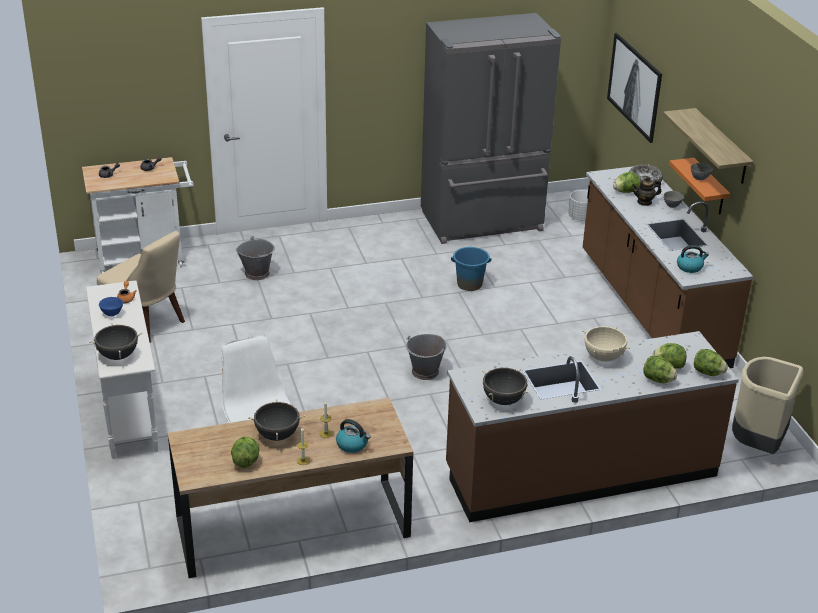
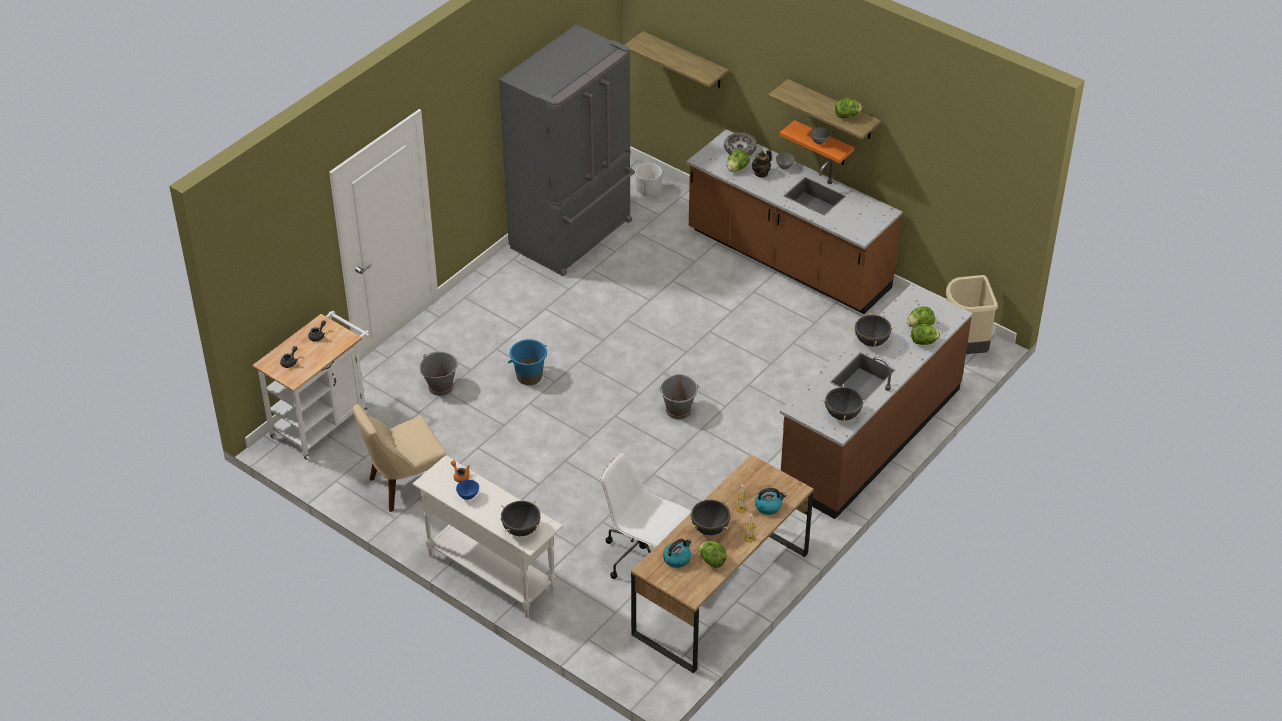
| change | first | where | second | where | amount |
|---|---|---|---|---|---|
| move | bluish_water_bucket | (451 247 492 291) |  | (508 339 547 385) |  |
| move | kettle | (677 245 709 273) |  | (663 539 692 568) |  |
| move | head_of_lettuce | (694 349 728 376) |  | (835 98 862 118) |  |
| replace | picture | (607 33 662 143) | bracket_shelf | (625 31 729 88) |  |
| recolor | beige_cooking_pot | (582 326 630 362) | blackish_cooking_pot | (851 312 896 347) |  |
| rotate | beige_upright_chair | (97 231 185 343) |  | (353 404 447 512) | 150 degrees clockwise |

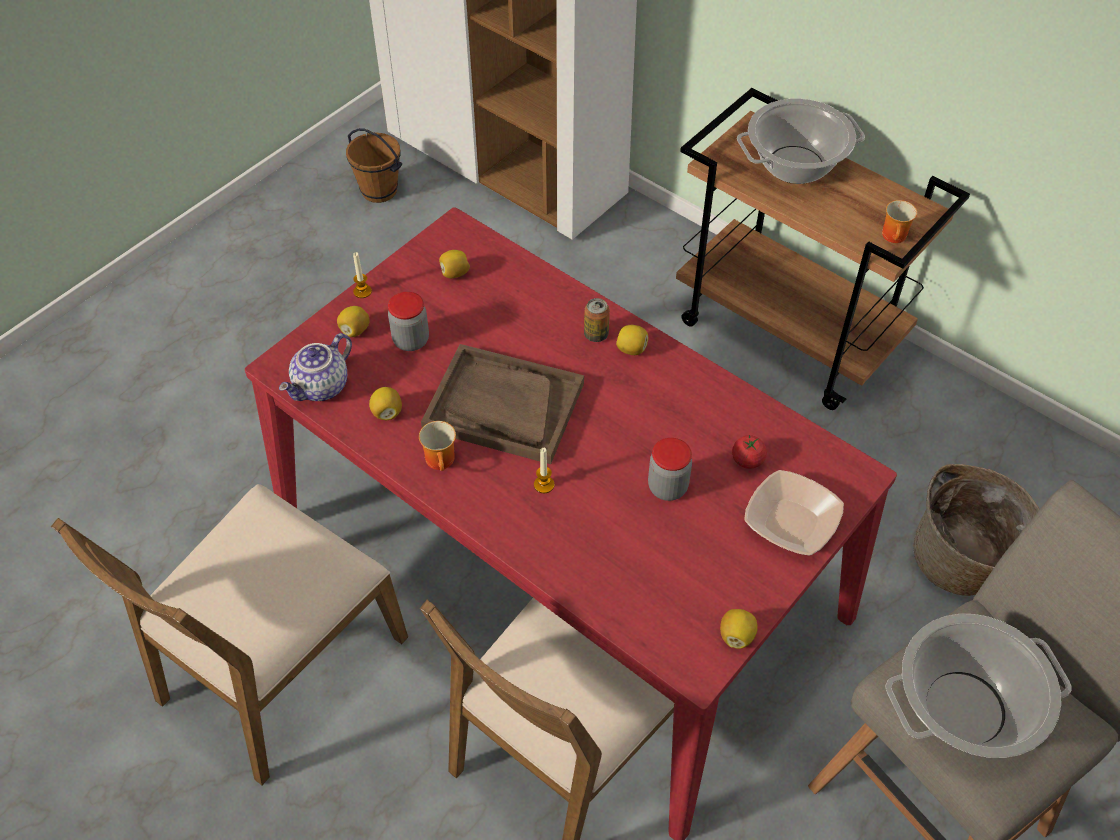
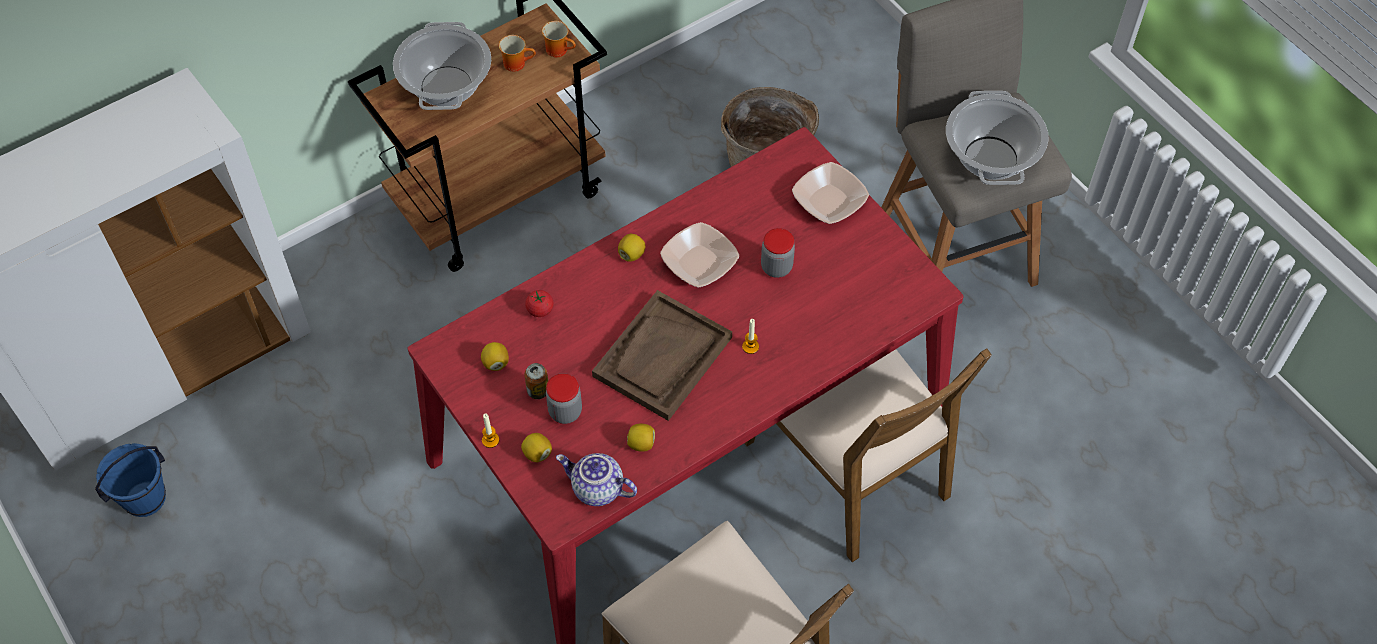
| change | first | where | second | where | amount |
|---|---|---|---|---|---|
| delete | lemon | (720 609 758 649) |  |  |  |
| insert |  |  | deep_dish | (660 222 739 288) |  |
| move | mug | (419 421 456 471) |  | (499 35 536 72) |  |
| move | sealed_can | (584 298 610 342) |  | (525 363 548 399) |  |
| move | tomato | (732 434 767 469) |  | (525 290 554 317) |  |
| recolor | brownish_water_bucket | (346 128 402 203) | bluish_water_bucket | (95 443 166 517) |  |
| rotate | teapot | (279 333 352 401) |  | (556 453 637 506) | 150 degrees clockwise |

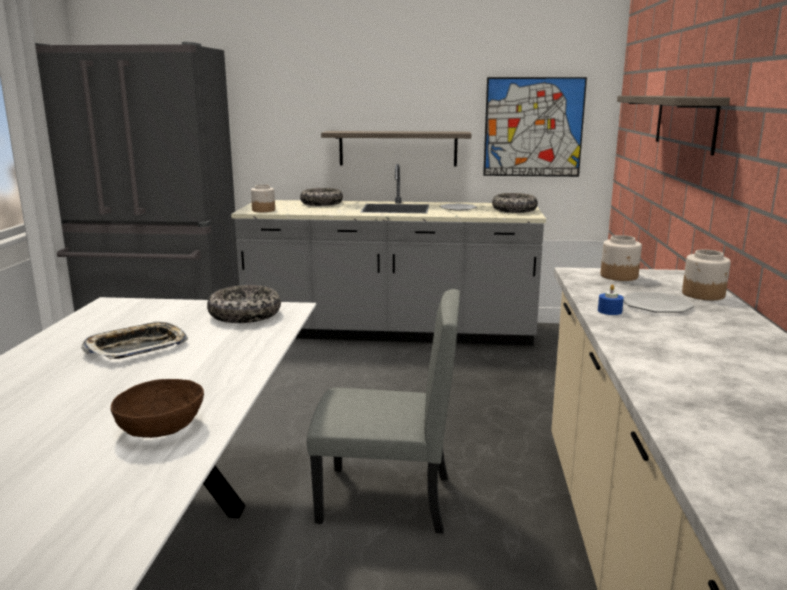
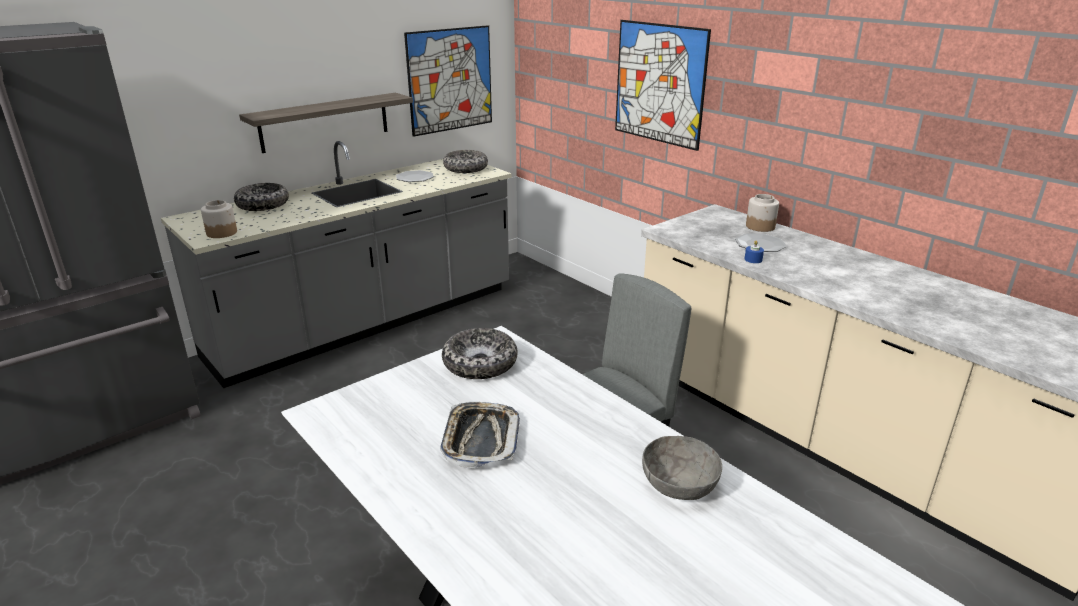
| change | first | where | second | where | amount |
|---|---|---|---|---|---|
| delete | jar | (601 235 642 281) |  |  |  |
| replace | bracket_shelf | (617 96 730 156) | picture | (615 20 711 151) |  |
| recolor | brownish_deep_dish | (111 379 204 438) | gray_deep_dish | (642 436 722 500) |  |

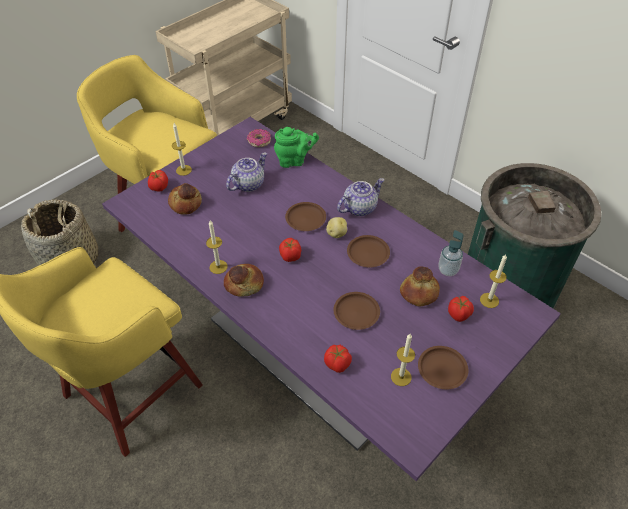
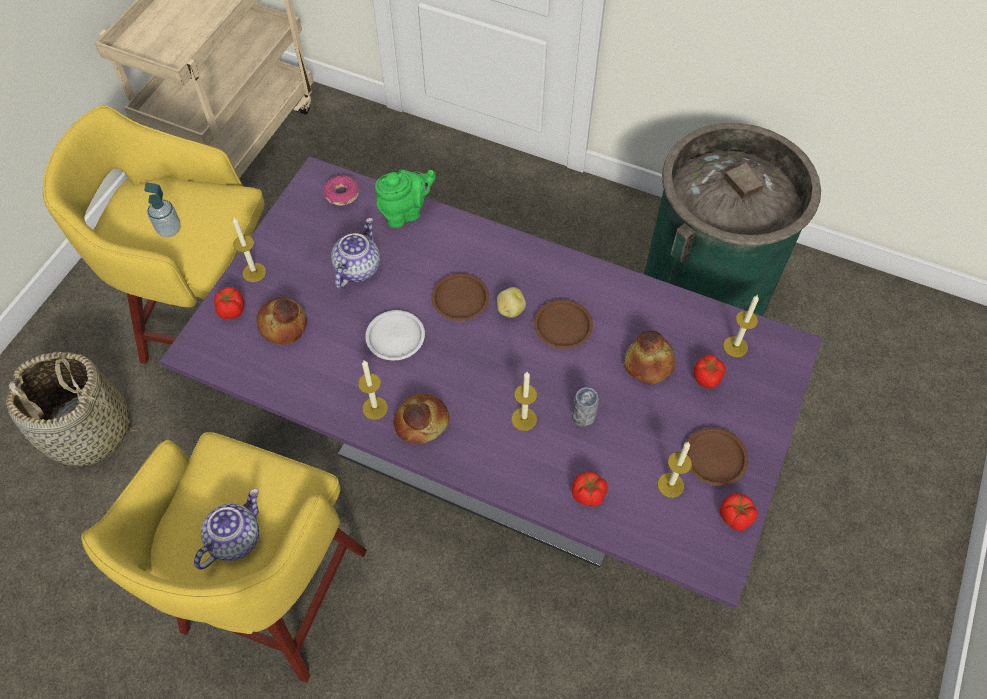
| change | first | where | second | where | amount |
|---|---|---|---|---|---|
| insert |  |  | white_plate | (365 310 425 360) |  |
| insert |  |  | wax_light | (511 372 537 431) |  |
| move | tomato | (279 238 301 262) |  | (720 493 758 531) |  |
| move | teapot | (337 178 384 216) |  | (194 488 259 570) |  |
| move | soap_dispenser | (438 230 464 276) |  | (144 182 181 237) |  |
| replace | brownish_plate | (333 292 380 330) | sealed_can | (572 387 599 427) |  |

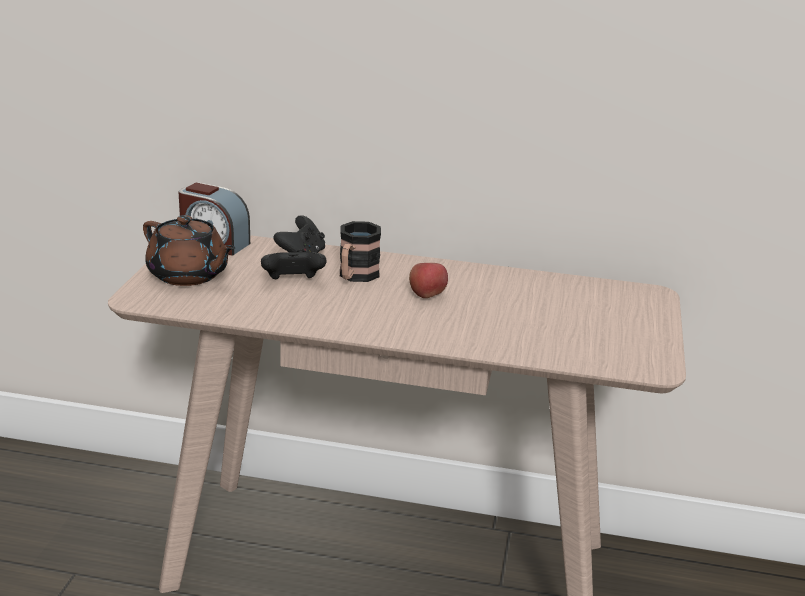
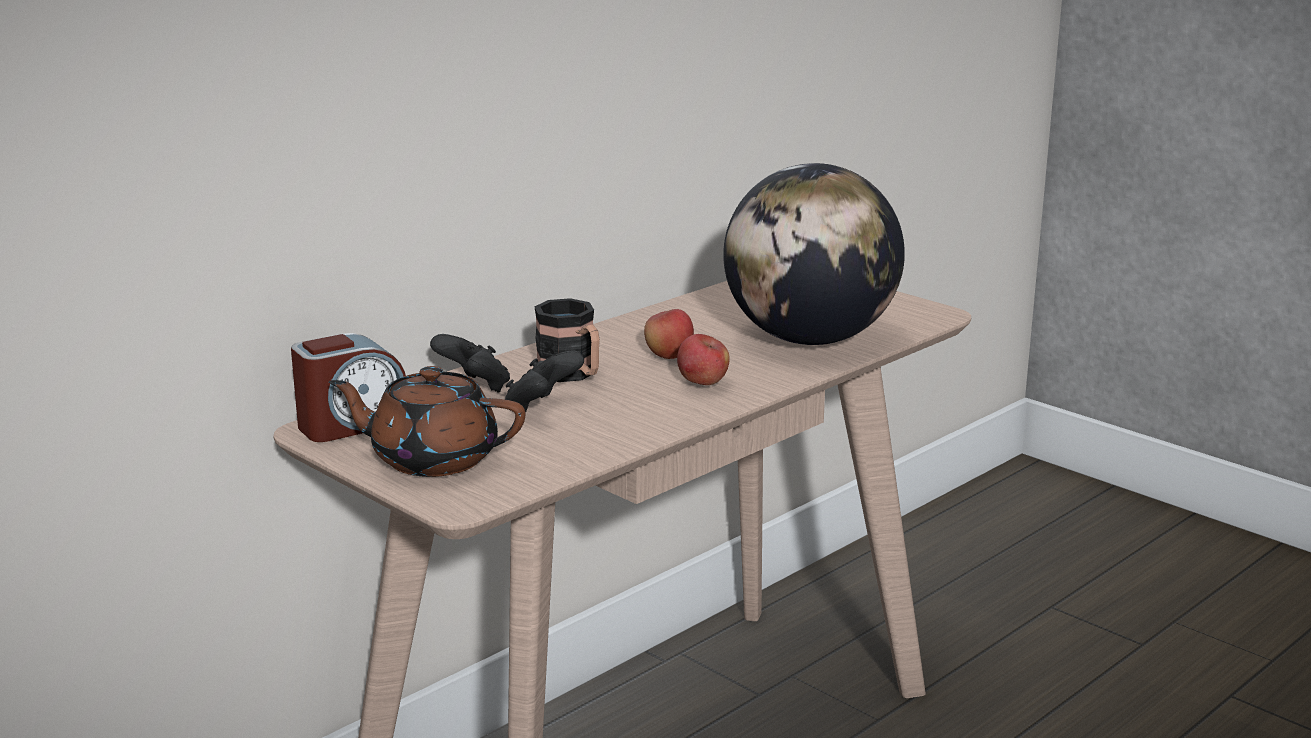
| change | first | where | second | where | amount |
|---|---|---|---|---|---|
| insert |  |  | apple | (677 334 730 385) |  |
| insert |  |  | desk_globe | (723 163 905 345) |  |
| rotate | brownish_teapot | (143 215 236 286) |  | (329 366 525 477) | 150 degrees counterclockwise |

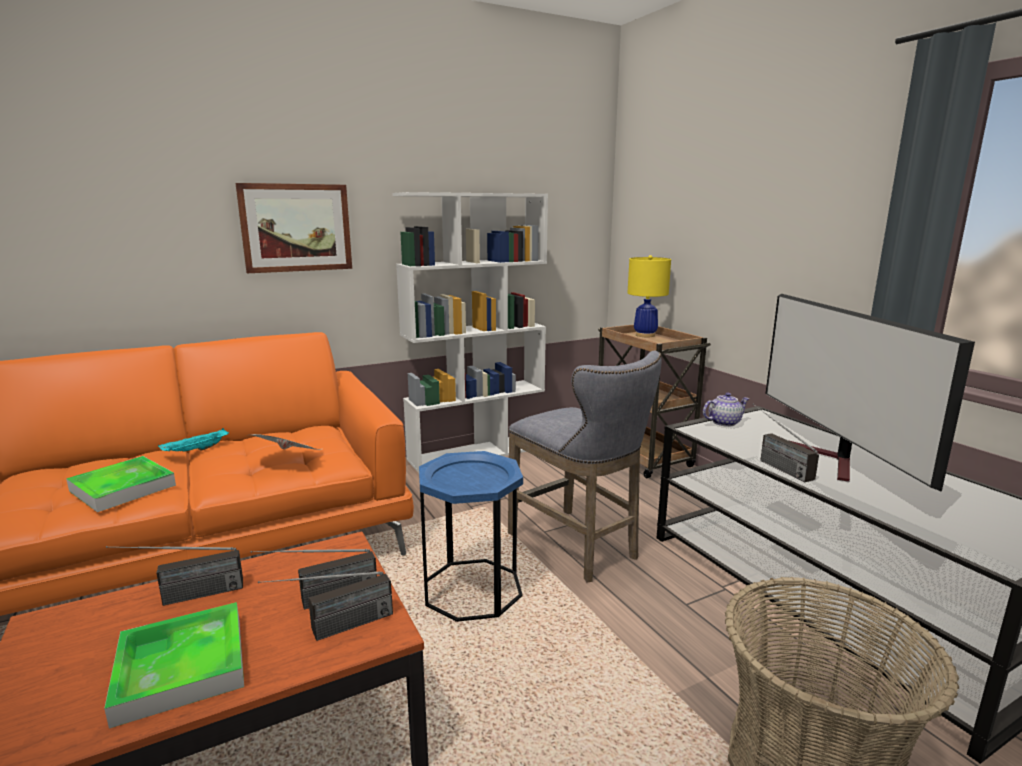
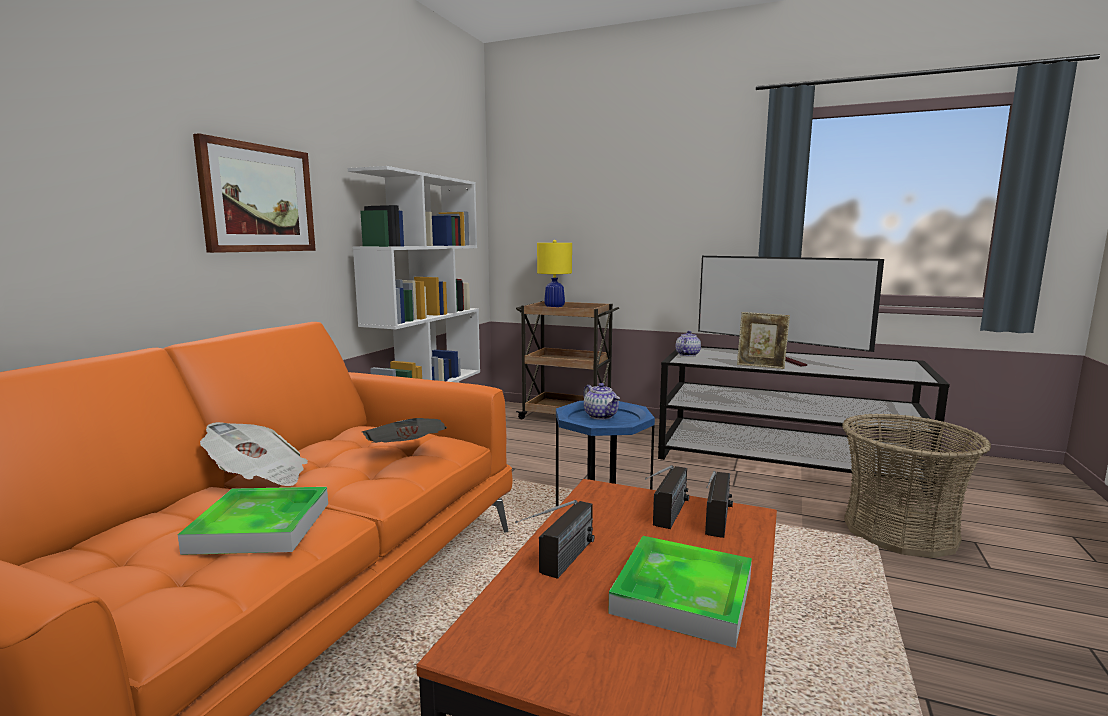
| change | first | where | second | where | amount |
|---|---|---|---|---|---|
| delete | gray_stool_seat | (508 351 661 583) |  |  |  |
| insert |  |  | teapot | (583 383 620 420) |  |
| replace | turquoise-coloured_serving_tray | (158 428 229 451) | daily_paper | (200 422 308 486) |  |
| replace | radio_set | (753 404 819 483) | picture_frame | (737 312 790 369) |  |

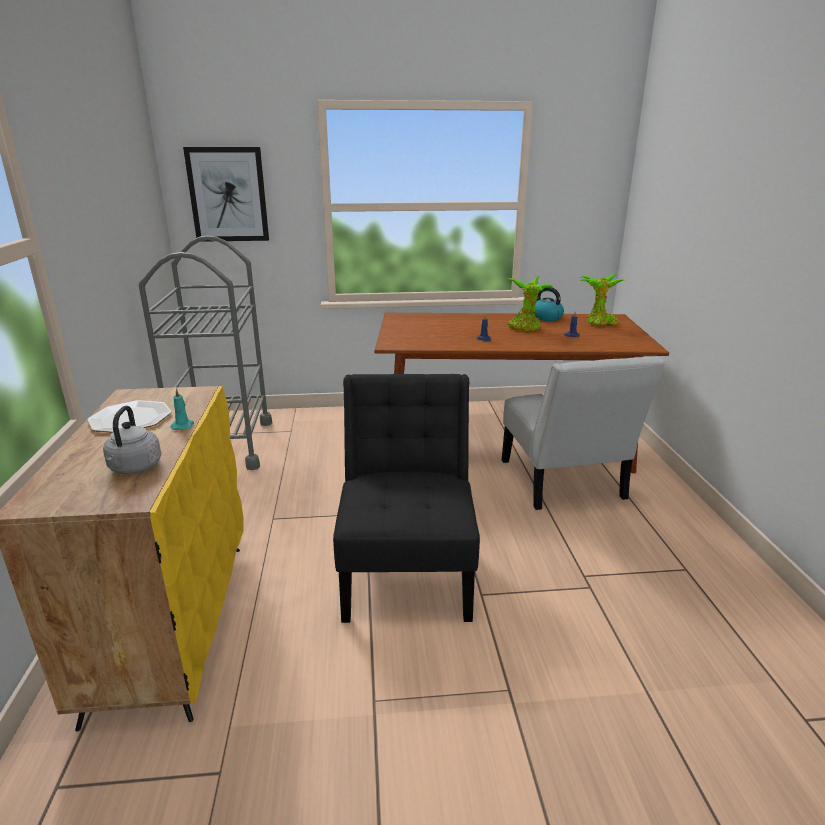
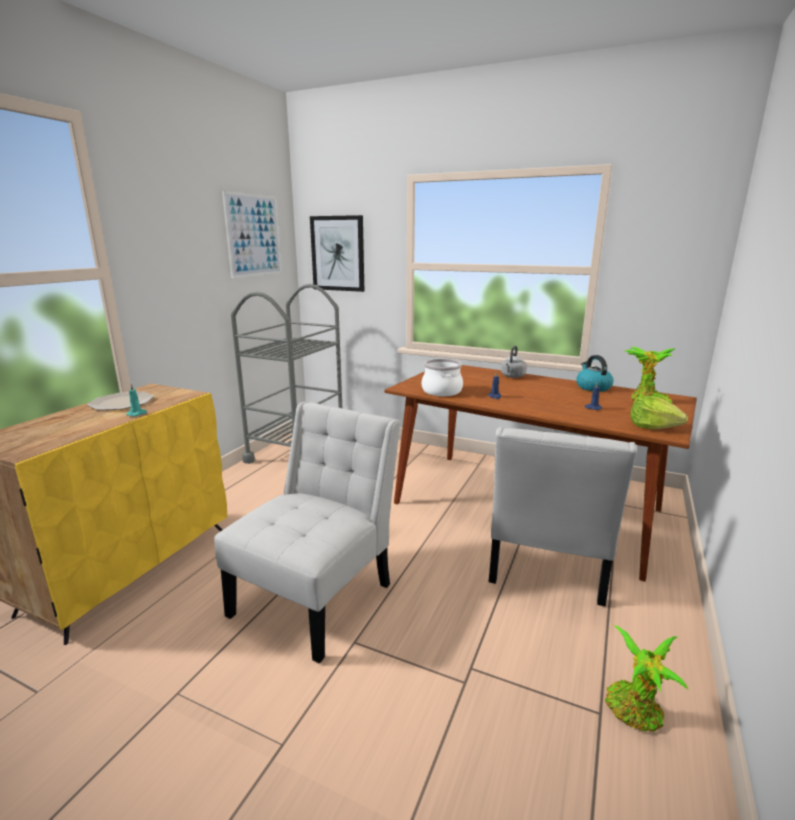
| change | first | where | second | where | amount |
|---|---|---|---|---|---|
| insert |  |  | picture | (222 191 282 278) |  |
| insert |  |  | cooking_pot | (422 359 463 396) |  |
| insert |  |  | head_of_lettuce | (630 396 688 429) |  |
| move | gray_kettle | (103 406 161 474) |  | (501 346 527 378) |  |
| move | plant_in_a_pot | (508 276 553 331) |  | (605 625 688 732) |  |
| recolor | blackish_upright_chair | (333 374 480 623) | white_upright_chair | (214 402 401 663) |  |

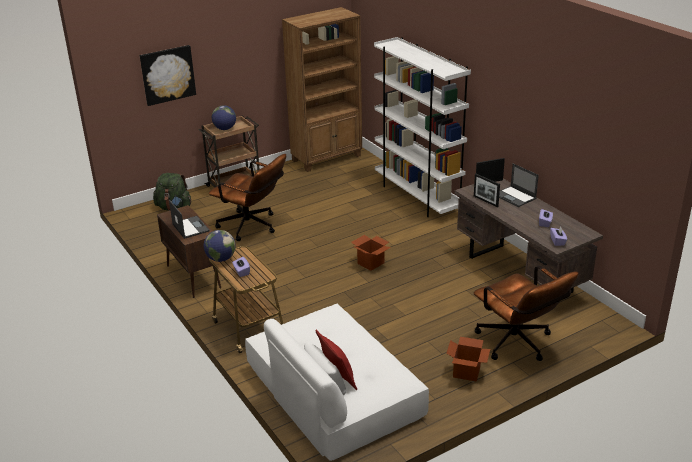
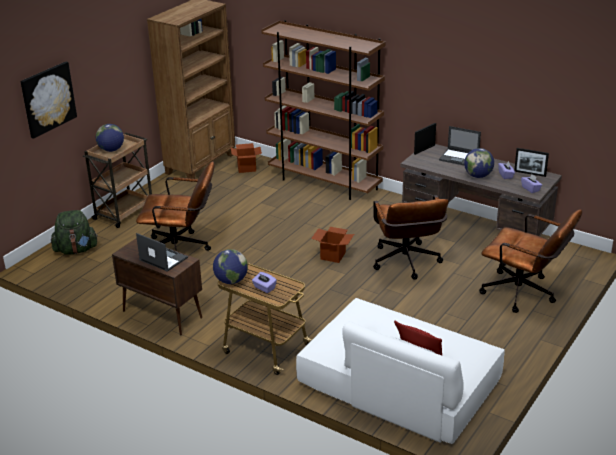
| change | first | where | second | where | amount |
|---|---|---|---|---|---|
| insert |  |  | brownish_desk_chair | (373 195 449 280) |  |
| insert |  |  | desk_globe | (464 148 494 178) |  |
| move | carton | (446 337 490 381) |  | (231 143 262 173) |  |
| move | picture_frame | (474 174 500 207) |  | (514 148 549 177) |  |
| recolor | white_shelving_unit | (374 37 471 217) | brownish_shelving_unit | (261 20 386 200) |  |

